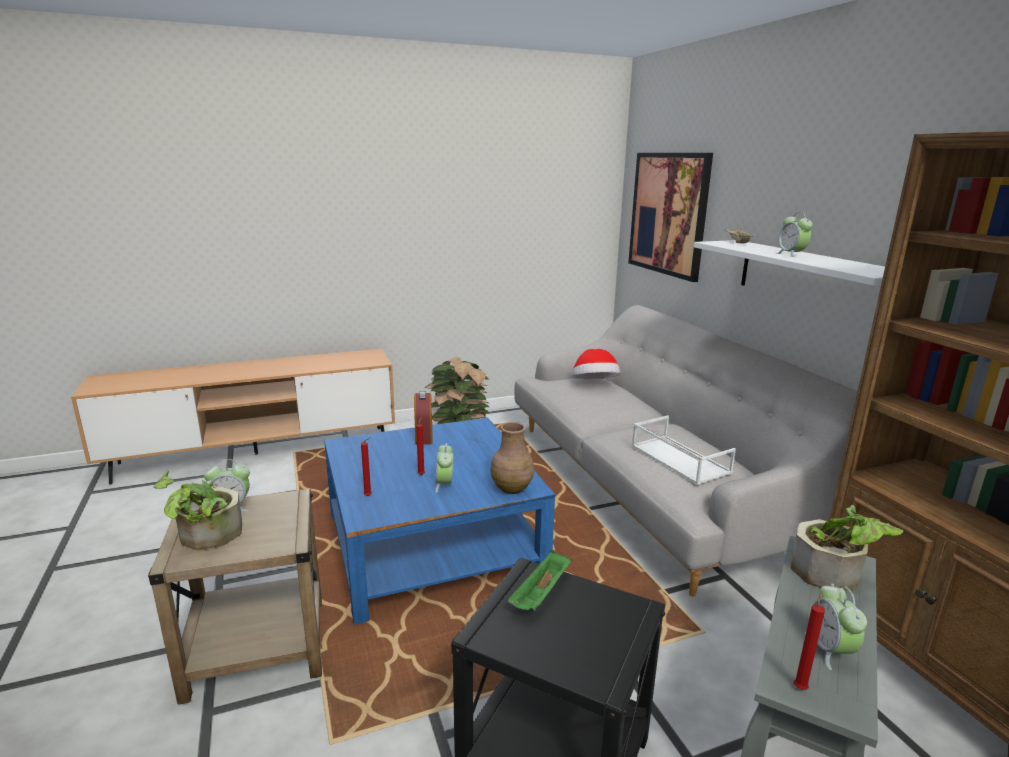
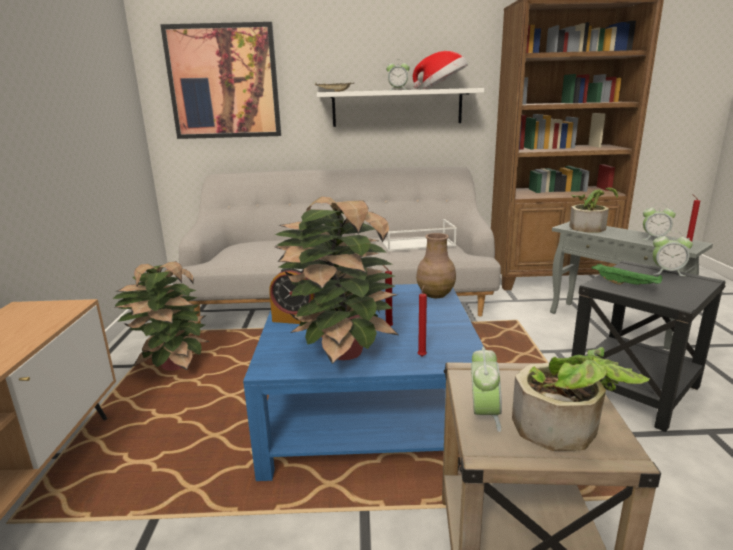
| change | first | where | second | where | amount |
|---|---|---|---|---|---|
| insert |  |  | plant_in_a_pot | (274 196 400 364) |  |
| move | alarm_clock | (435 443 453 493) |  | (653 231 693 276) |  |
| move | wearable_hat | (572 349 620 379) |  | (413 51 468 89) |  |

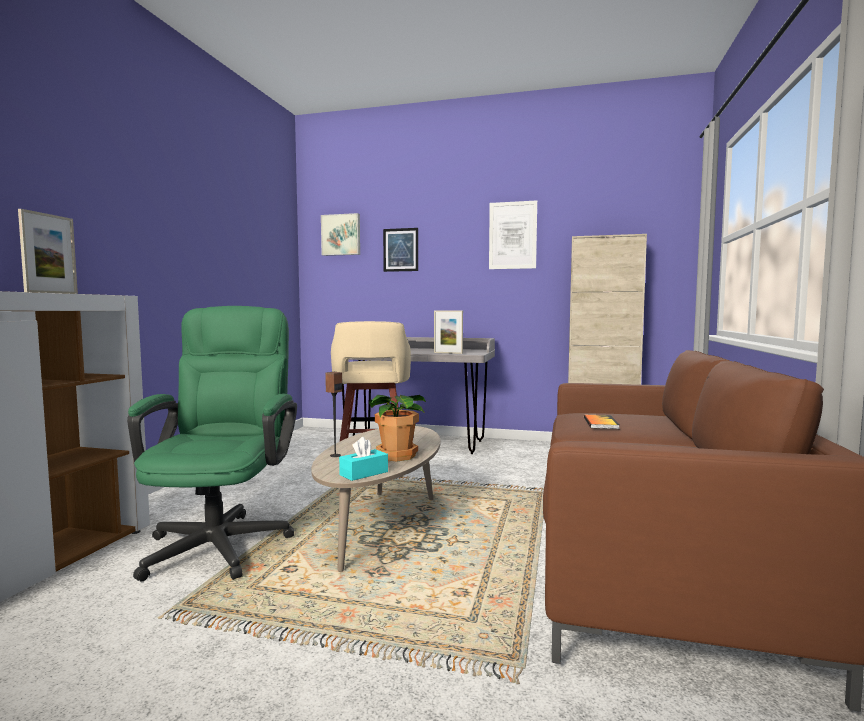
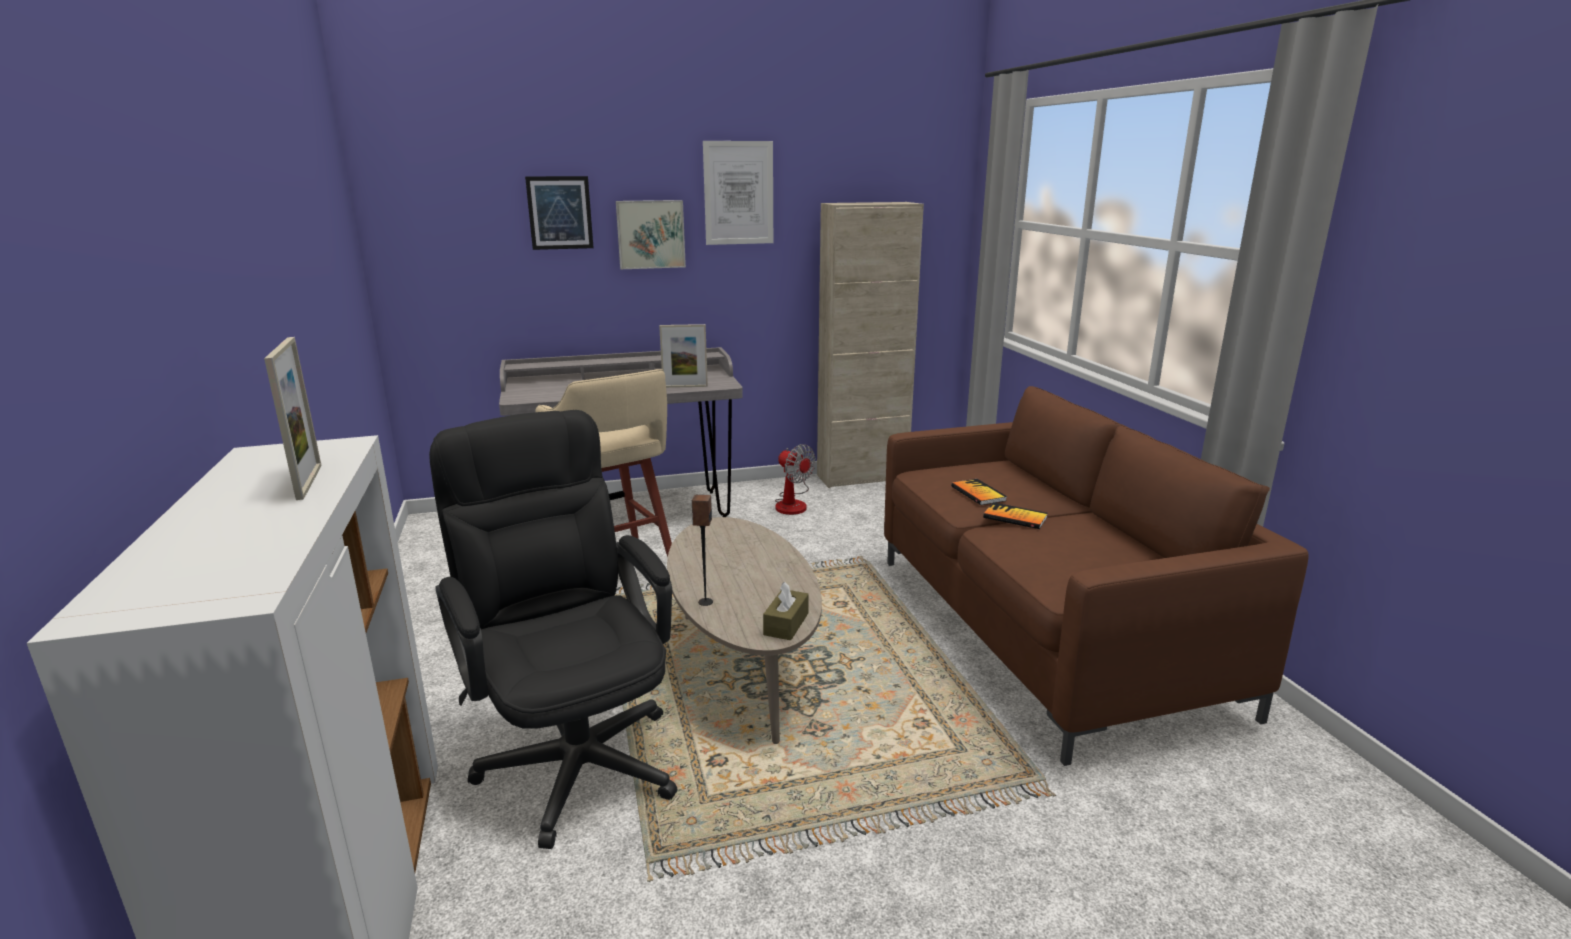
| change | first | where | second | where | amount |
|---|---|---|---|---|---|
| delete | plant_in_a_pot | (369 395 426 461) |  |  |  |
| insert |  |  | cooling_fan | (775 444 816 515) |  |
| insert |  |  | bound_book | (983 502 1048 529) |  |
| move | picture | (321 213 360 256) |  | (616 200 686 269) |  |
| recolor | green-coloured_desk_chair | (127 306 297 581) | blackish_desk_chair | (429 410 677 849) |  |
| recolor | turquoise-coloured_tissue_box | (339 437 388 481) | brownish_tissue_box | (763 582 809 640) |  |

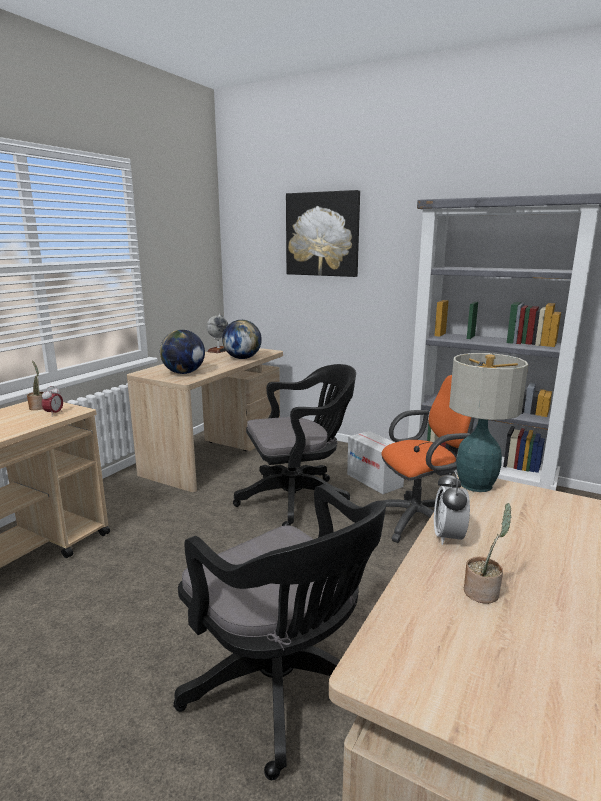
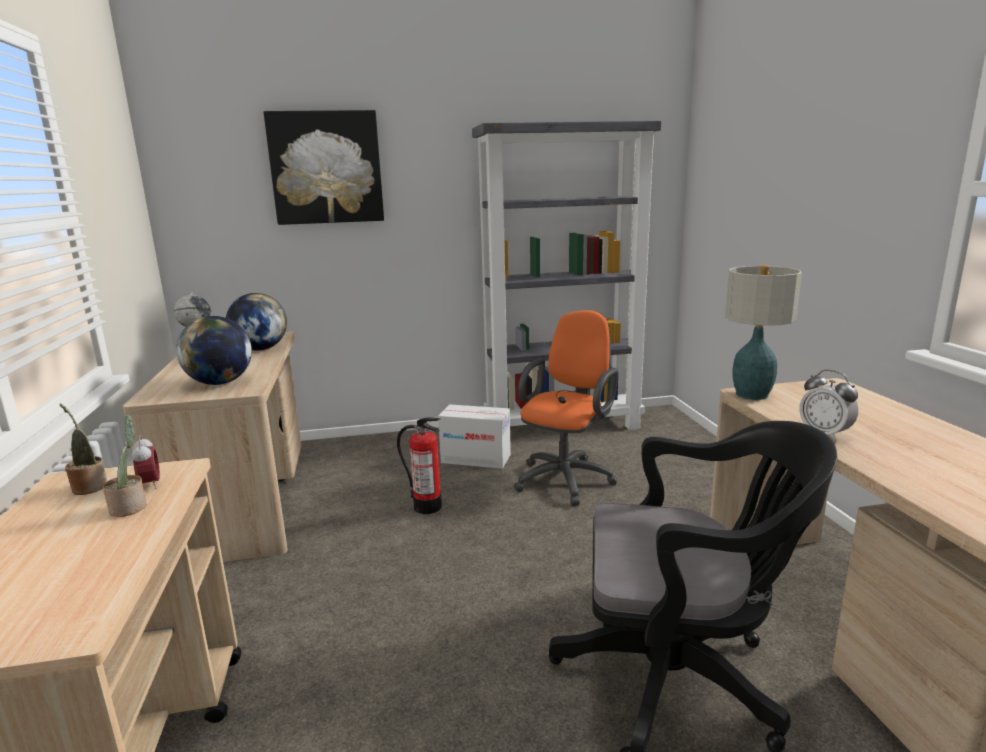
| change | first | where | second | where | amount |
|---|---|---|---|---|---|
| move | plant_in_a_pot | (464 503 512 604) |  | (103 415 146 517) |  |
| replace | blackish_desk_chair | (233 364 356 526) | extinguisher | (397 417 442 514) |  |

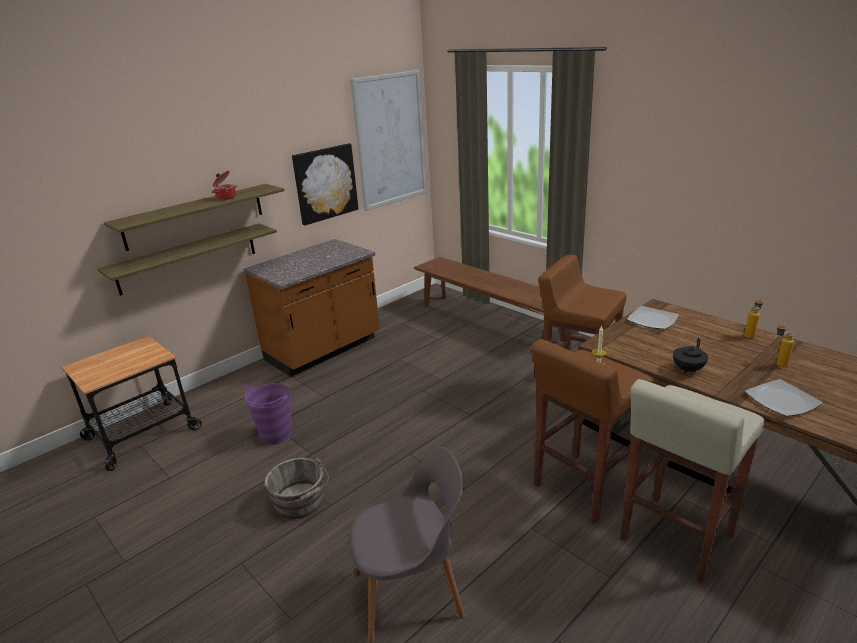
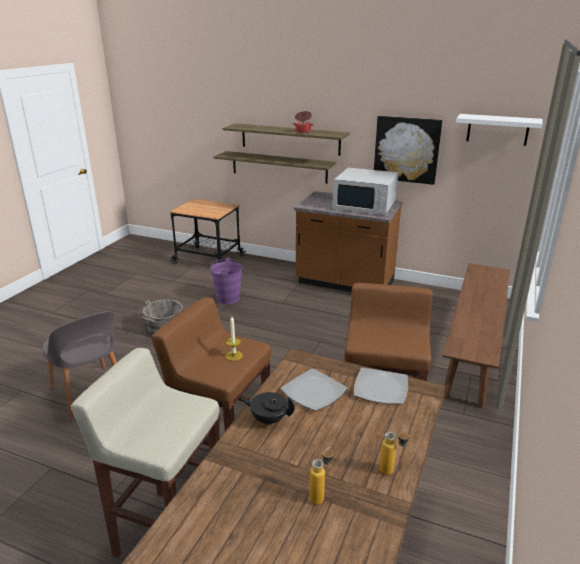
| change | first | where | second | where | amount |
|---|---|---|---|---|---|
| insert |  |  | white_microwave_oven | (332 168 399 215) |  |
| move | plate | (745 379 823 417) |  | (281 368 348 411) |  |
| replace | picture | (350 70 427 211) | white_bracket_shelf | (456 114 543 146) |  |

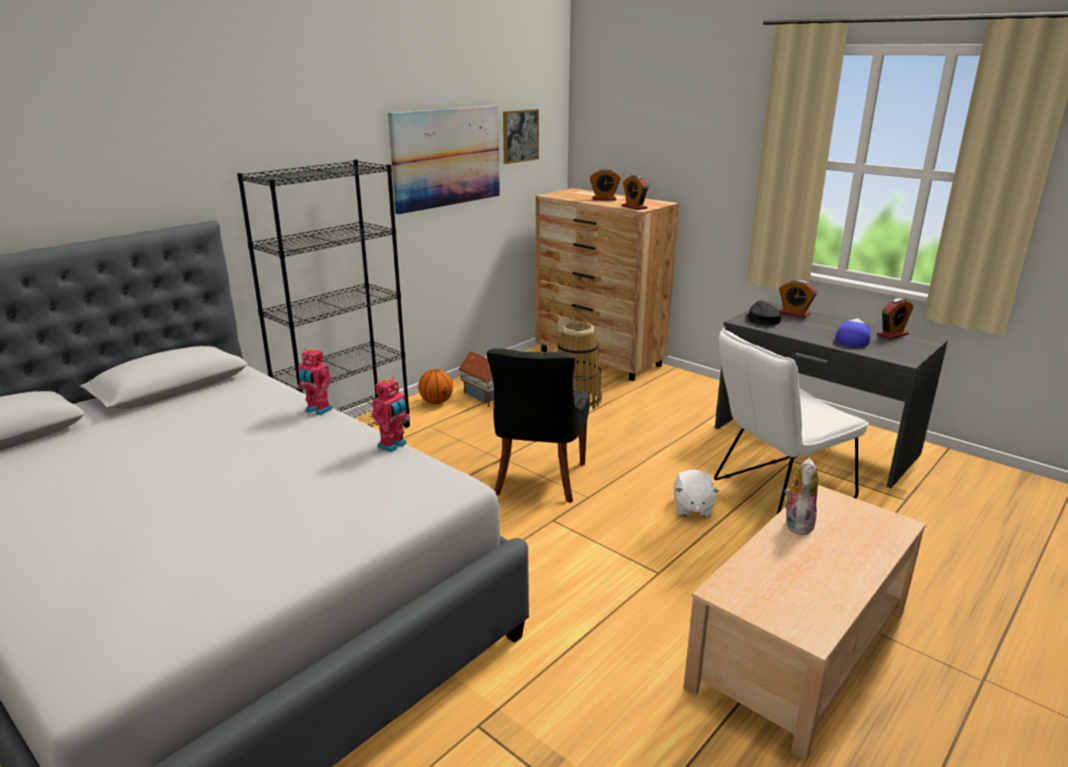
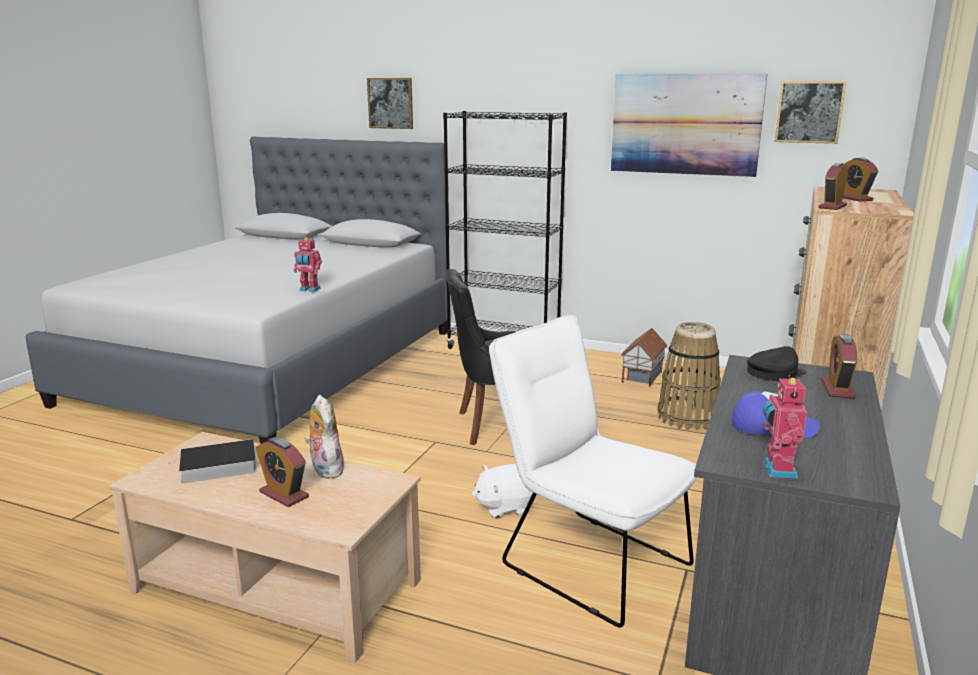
| change | first | where | second | where | amount |
|---|---|---|---|---|---|
| delete | basketball_ball | (418 369 453 404) |  |  |  |
| insert |  |  | bound_book | (168 439 257 484) |  |
| insert |  |  | picture | (367 78 413 129) |  |
| move | toy_robot | (297 348 333 415) |  | (763 375 807 479) |  |
| move | alarm_clock | (877 298 914 340) |  | (256 437 309 507) |  |
| rotate | soft_toy | (784 458 818 535) |  | (305 395 344 479) | 120 degrees counterclockwise |

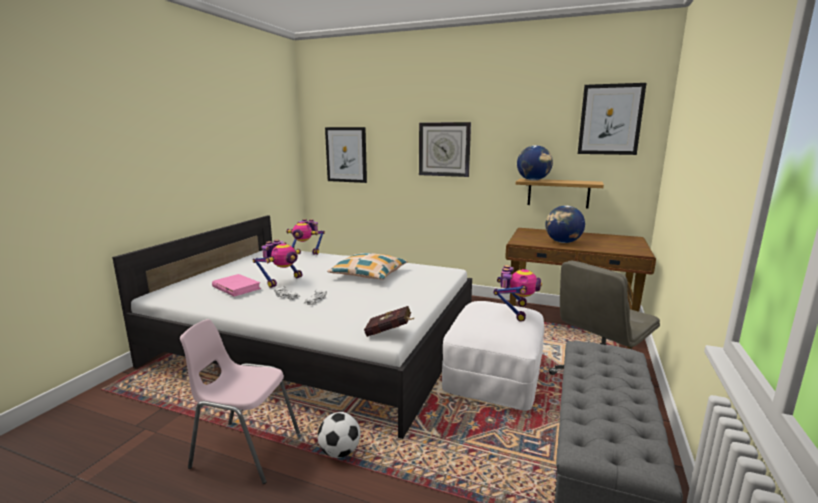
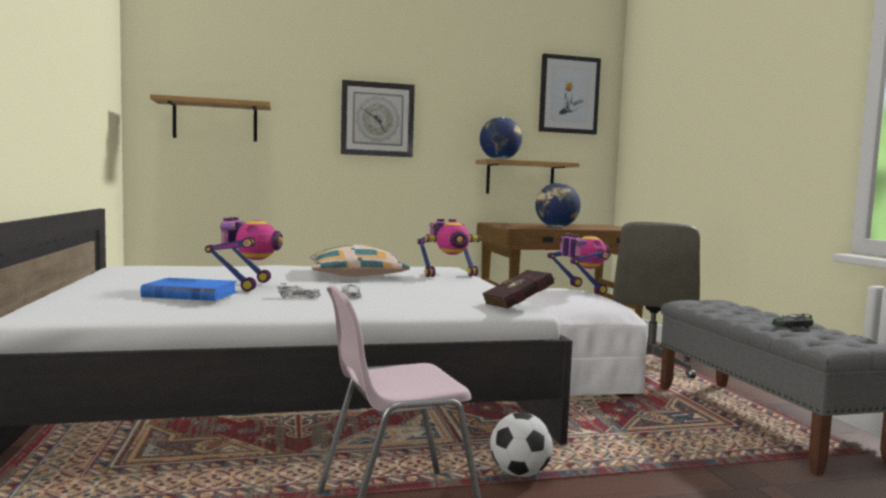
| change | first | where | second | where | amount |
|---|---|---|---|---|---|
| insert |  |  | toy_car | (772 314 813 328) |  |
| move | toy_robot | (286 219 325 255) |  | (417 219 481 277) |  |
| replace | picture | (325 127 367 183) | bracket_shelf | (150 94 271 142) |  |
| recolor | pinkish_bound_book | (212 274 261 297) | bluish_bound_book | (140 278 237 301) |  |

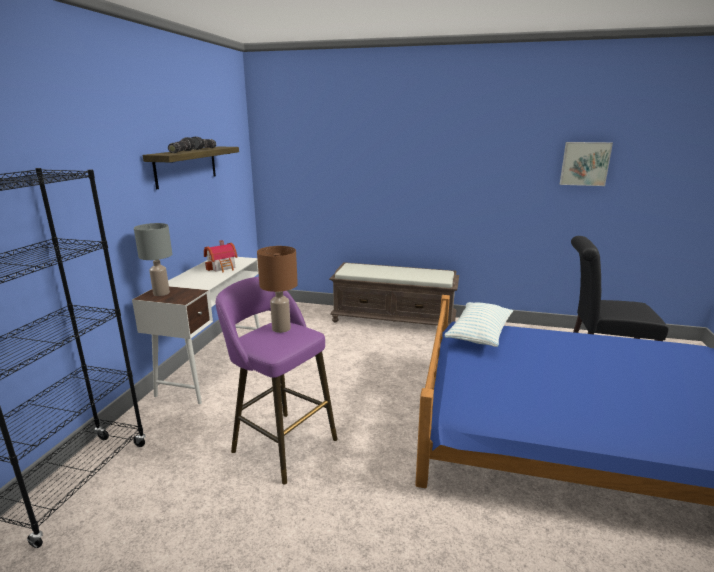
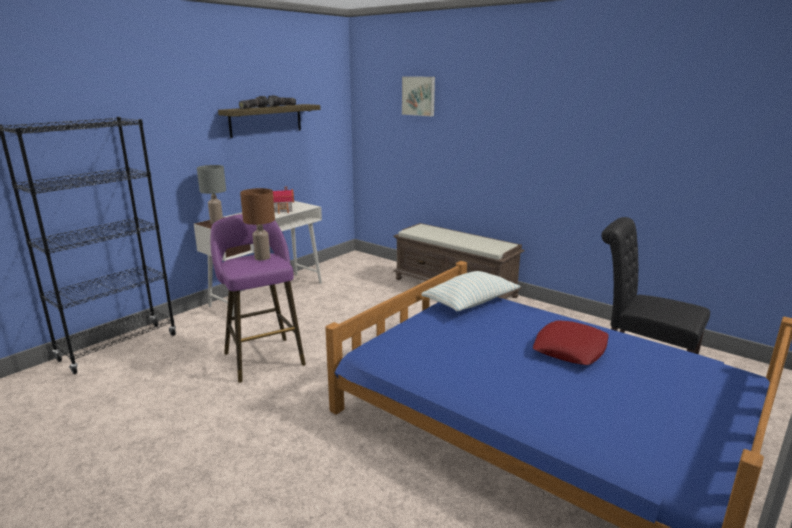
| change | first | where | second | where | amount |
|---|---|---|---|---|---|
| insert |  |  | red_pillow | (532 321 609 365) |  |
| move | picture | (560 142 613 186) |  | (402 76 435 117) |  |

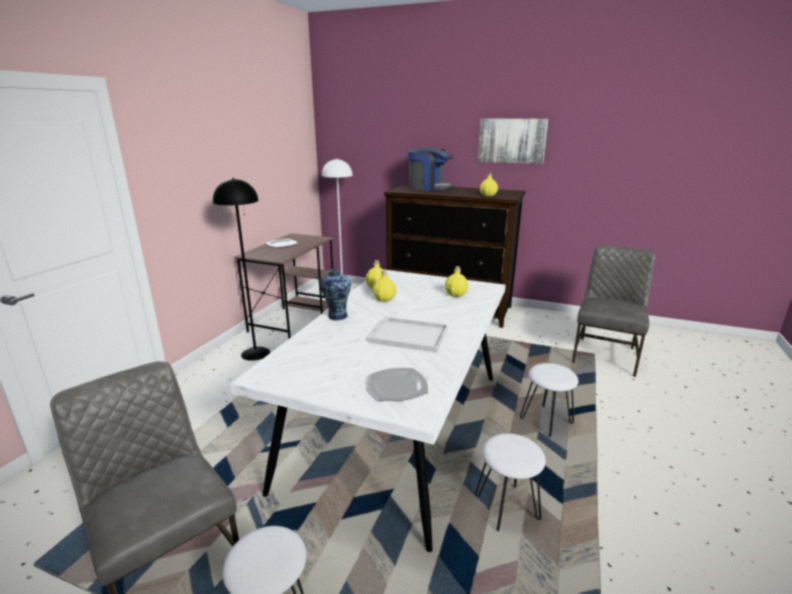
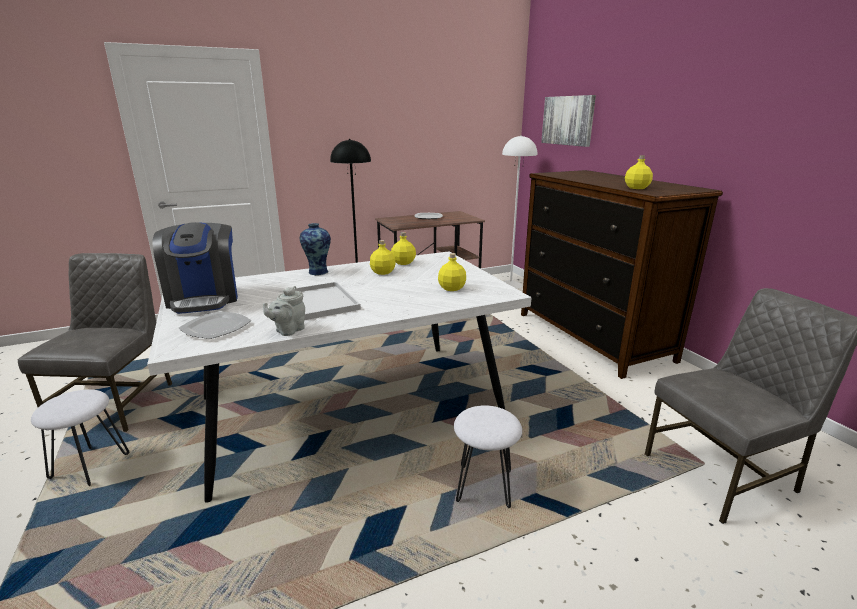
| change | first | where | second | where | amount |
|---|---|---|---|---|---|
| delete | white_stool_seat | (475 433 546 531) |  |  |  |
| insert |  |  | gray_teapot | (263 286 305 336) |  |
| move | coffee_maker | (408 147 453 191) |  | (153 222 238 314) |  |
| move | picture | (478 119 548 164) |  | (541 95 596 147) |  |

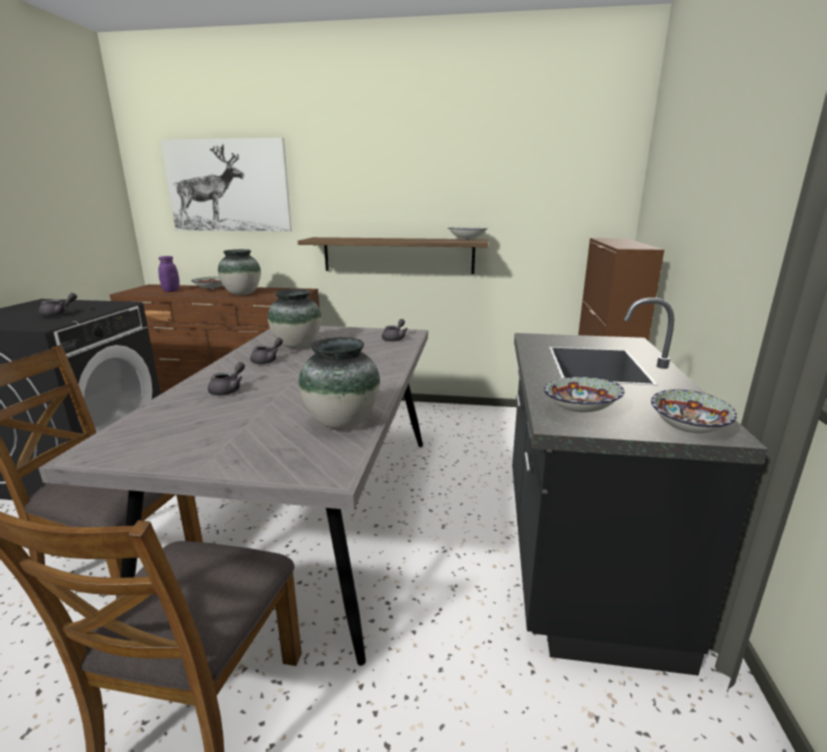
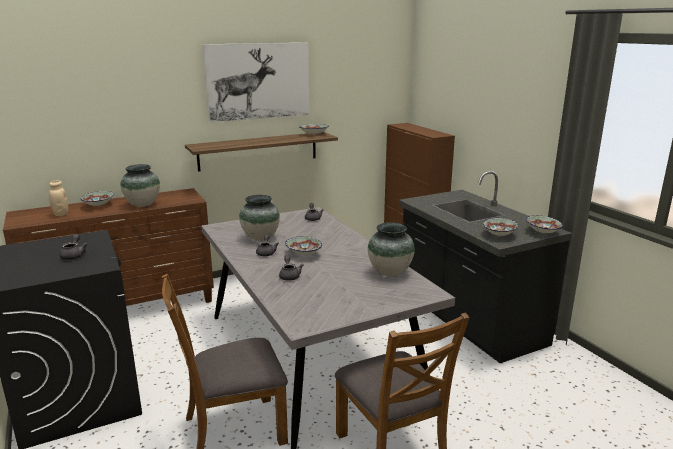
| change | first | where | second | where | amount |
|---|---|---|---|---|---|
| insert |  |  | deep_dish | (285 236 322 255) |  |
| move | picture | (161 138 292 232) |  | (203 43 309 122) |  |
| recolor | purple-coloured_jar | (158 256 180 292) | beige_jar | (49 181 68 216) |  |

